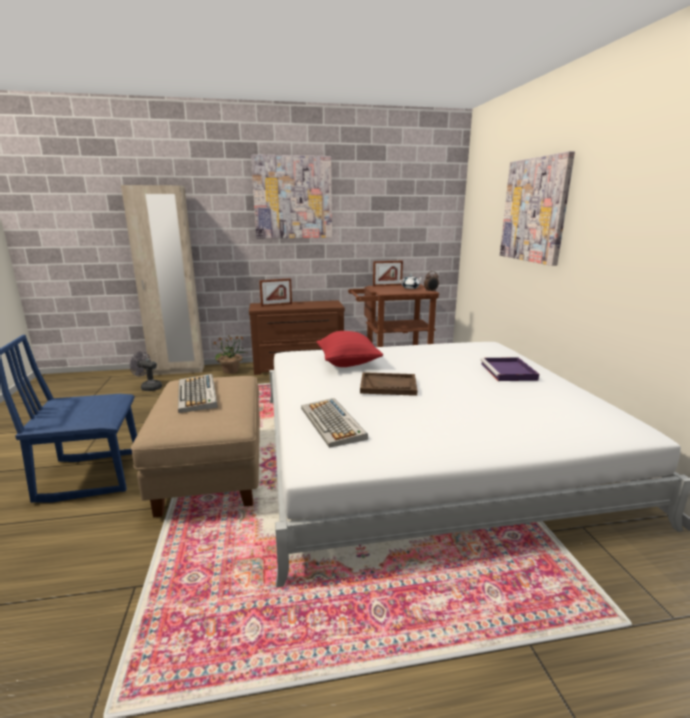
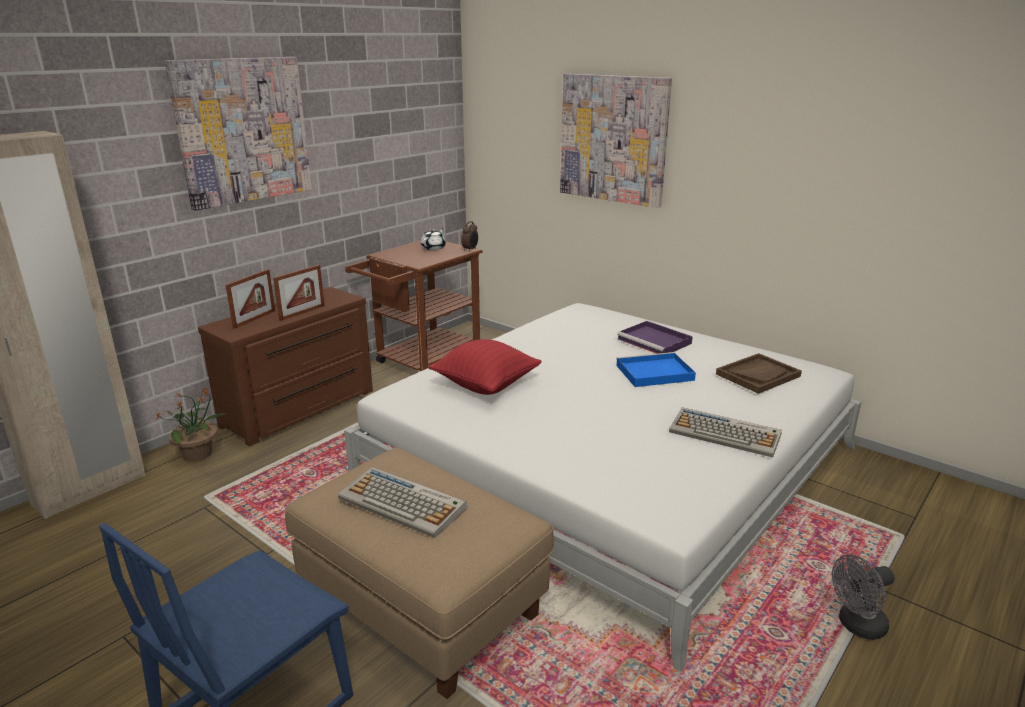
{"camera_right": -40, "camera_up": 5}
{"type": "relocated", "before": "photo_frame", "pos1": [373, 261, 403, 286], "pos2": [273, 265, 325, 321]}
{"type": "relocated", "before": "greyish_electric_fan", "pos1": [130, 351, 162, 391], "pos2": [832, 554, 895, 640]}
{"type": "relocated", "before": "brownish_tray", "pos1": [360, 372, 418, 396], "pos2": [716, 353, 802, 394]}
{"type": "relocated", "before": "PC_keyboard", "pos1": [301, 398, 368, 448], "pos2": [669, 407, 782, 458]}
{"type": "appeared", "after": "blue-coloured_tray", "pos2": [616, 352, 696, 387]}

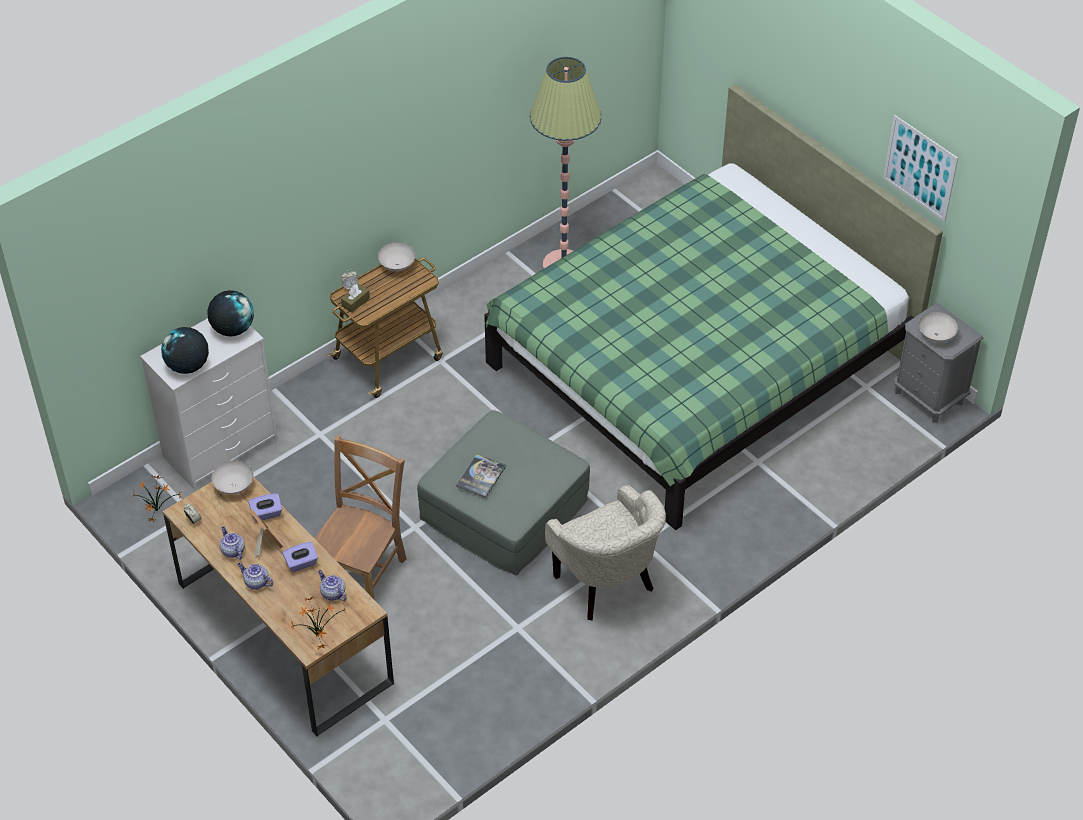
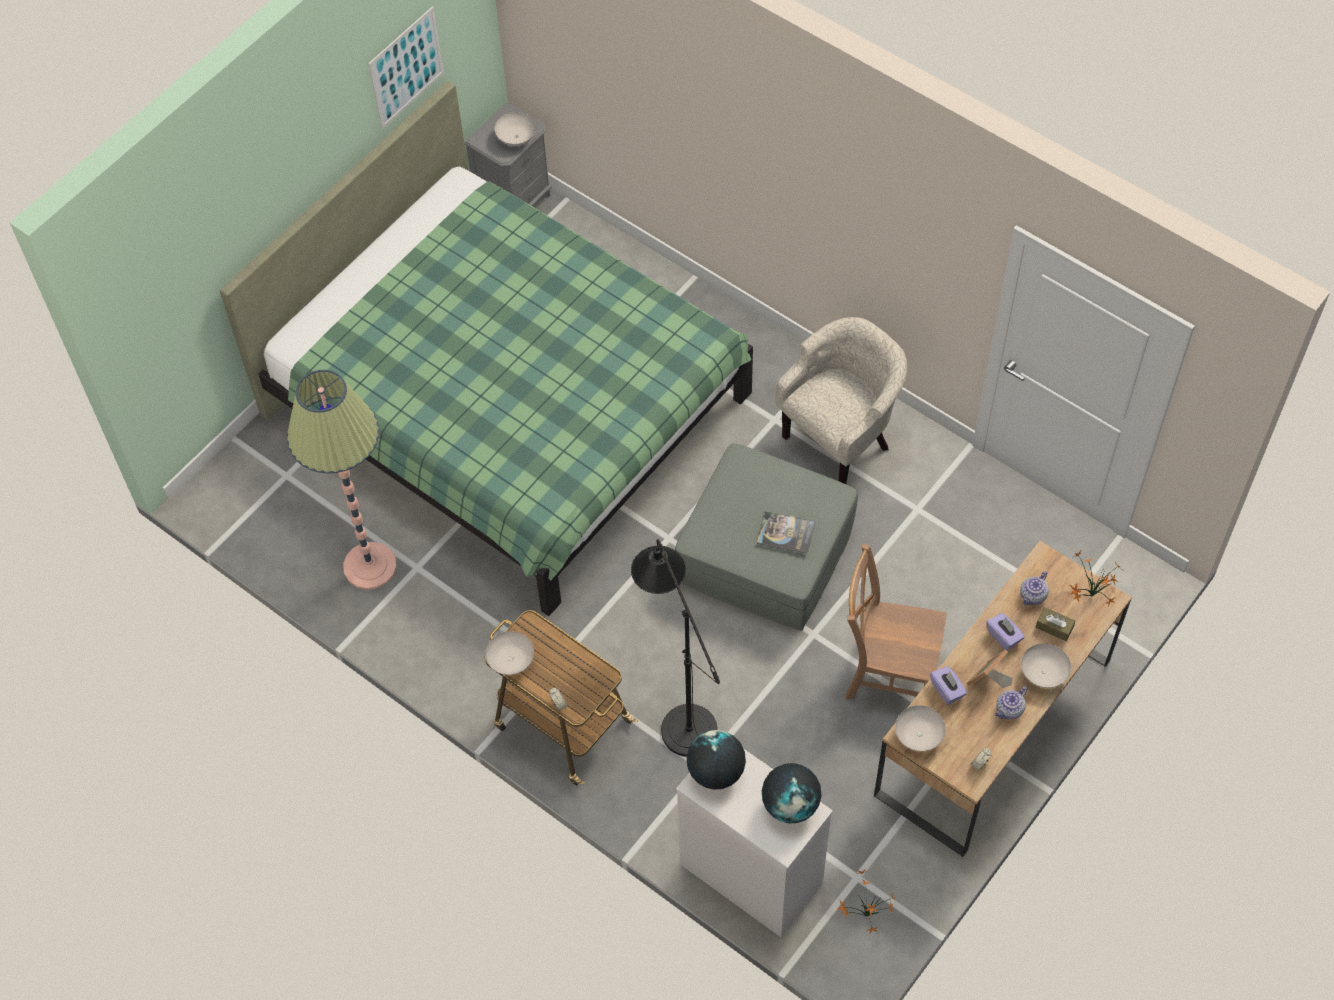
{"camera_right": -100, "camera_up": 10}
{"type": "relocated", "before": "brownish_tissue_box", "pos1": [341, 284, 370, 313], "pos2": [1036, 607, 1075, 641]}
{"type": "exchanged", "before": "pot_for_tea", "after": "whitish_serving_bowl", "pos1": [237, 563, 273, 590], "pos2": [1021, 643, 1071, 688]}
{"type": "appeared", "after": "black-coloured_standard_lamp", "pos2": [631, 539, 720, 757]}

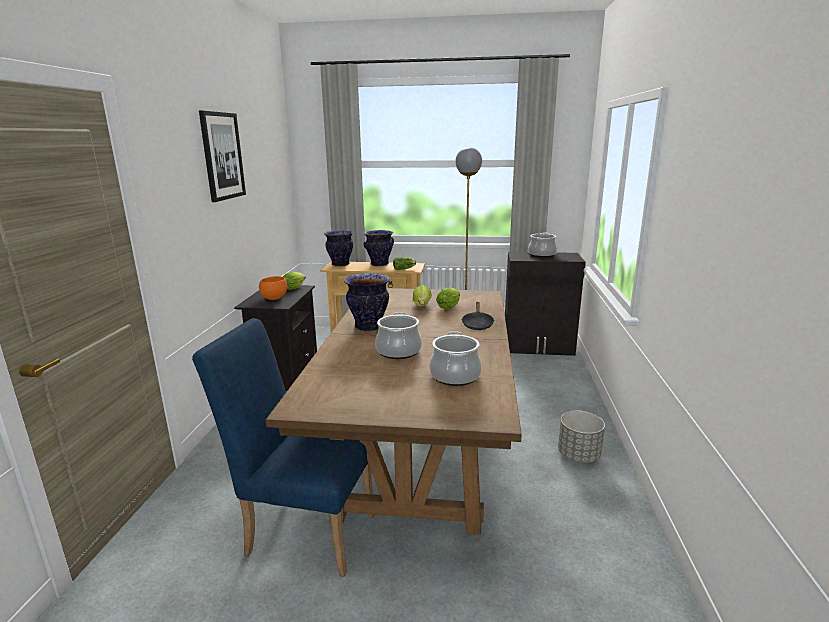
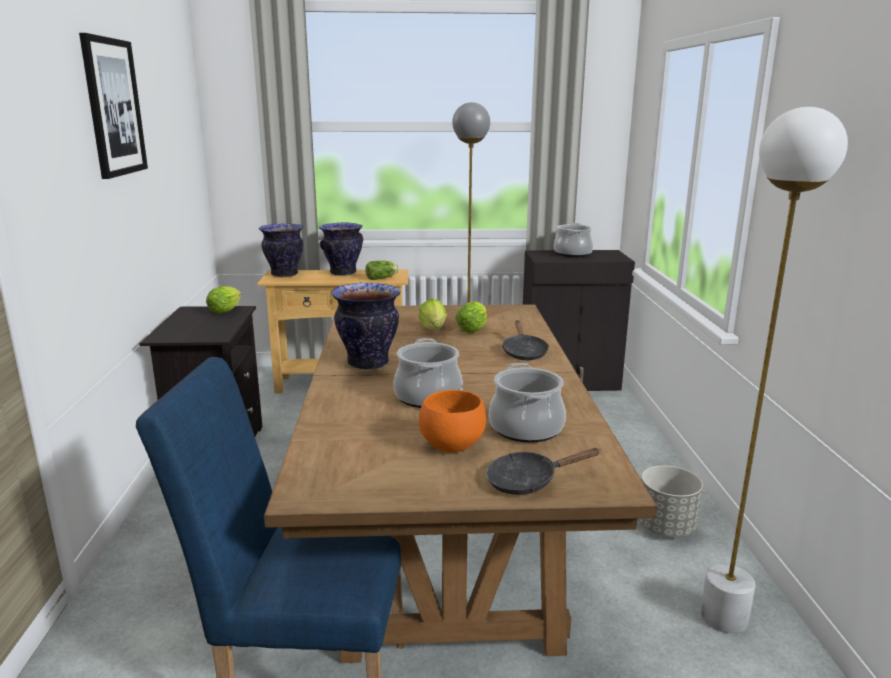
{"camera_right": -10, "camera_up": 0}
{"type": "relocated", "before": "orangey_serving_bowl", "pos1": [259, 276, 287, 300], "pos2": [419, 390, 486, 452]}
{"type": "appeared", "after": "whitish_standard_lamp", "pos2": [700, 107, 848, 633]}
{"type": "appeared", "after": "black-coloured_pan", "pos2": [486, 448, 601, 495]}

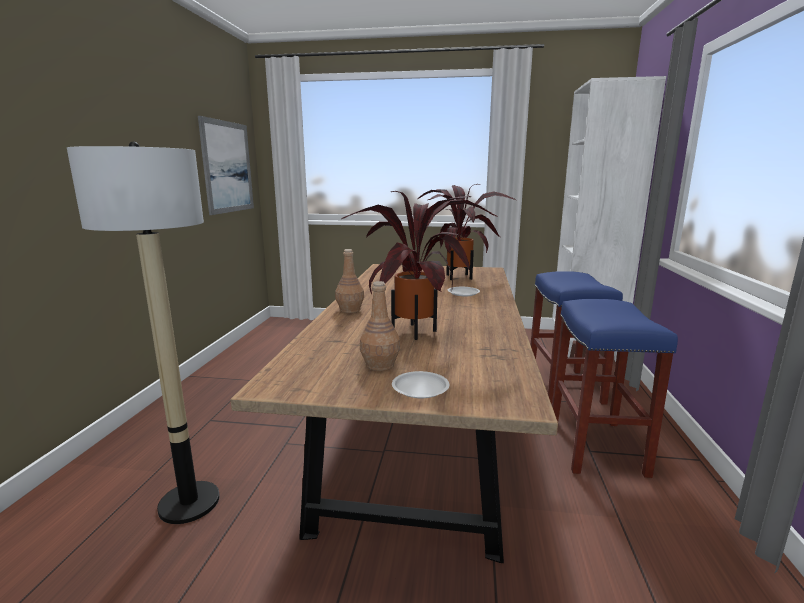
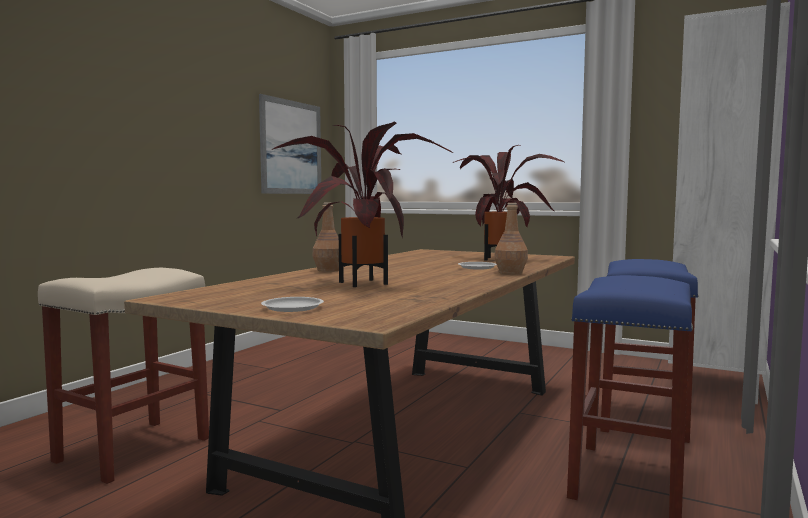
{"camera_right": 20, "camera_up": -10}
{"type": "exchanged", "before": "standard_lamp", "after": "sand-coloured_stool_seat", "pos1": [67, 142, 220, 524], "pos2": [38, 268, 209, 484]}
{"type": "relocated", "before": "brownish_drink_bottle", "pos1": [360, 281, 400, 371], "pos2": [494, 203, 528, 275]}

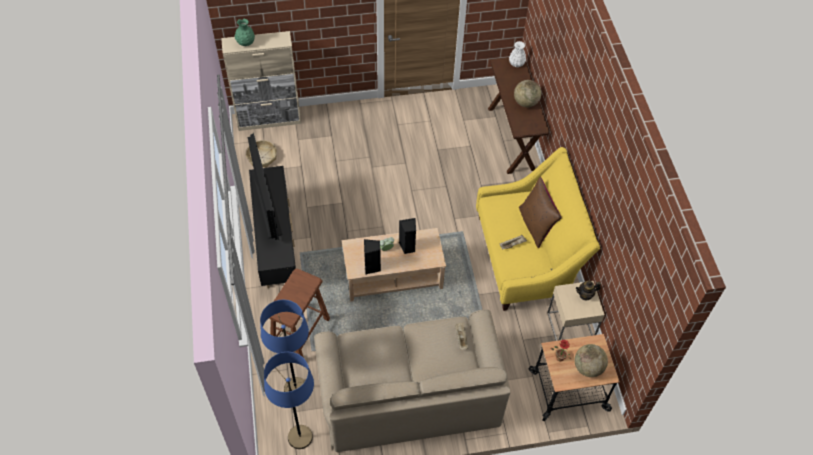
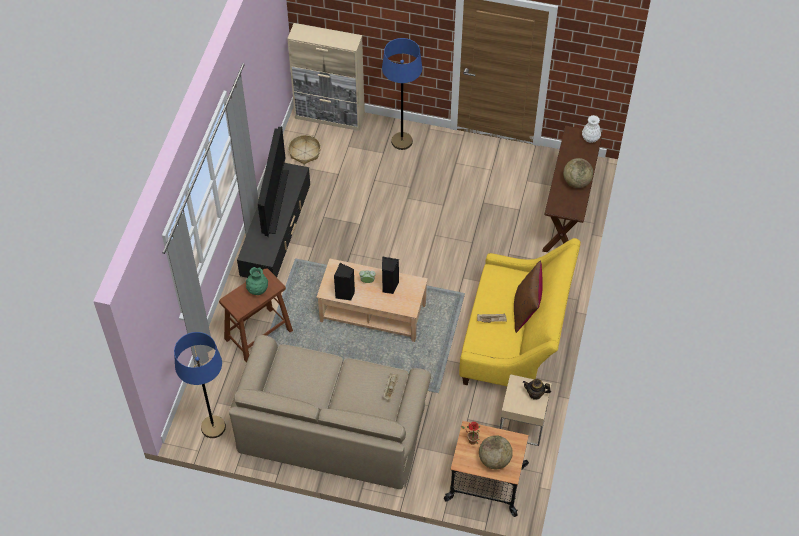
{"camera_right": 25, "camera_up": 0}
{"type": "relocated", "before": "green_flower_vase", "pos1": [235, 18, 255, 46], "pos2": [246, 267, 268, 295]}
{"type": "relocated", "before": "blue-coloured_standard_lamp", "pos1": [260, 300, 309, 392], "pos2": [382, 38, 422, 150]}

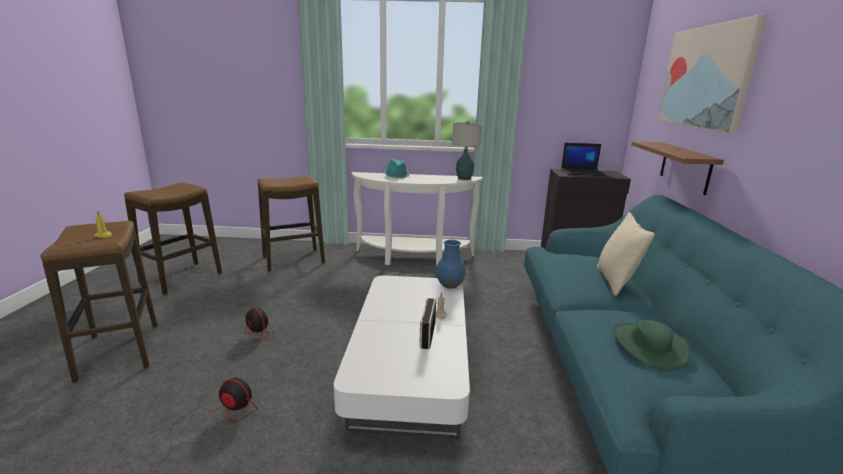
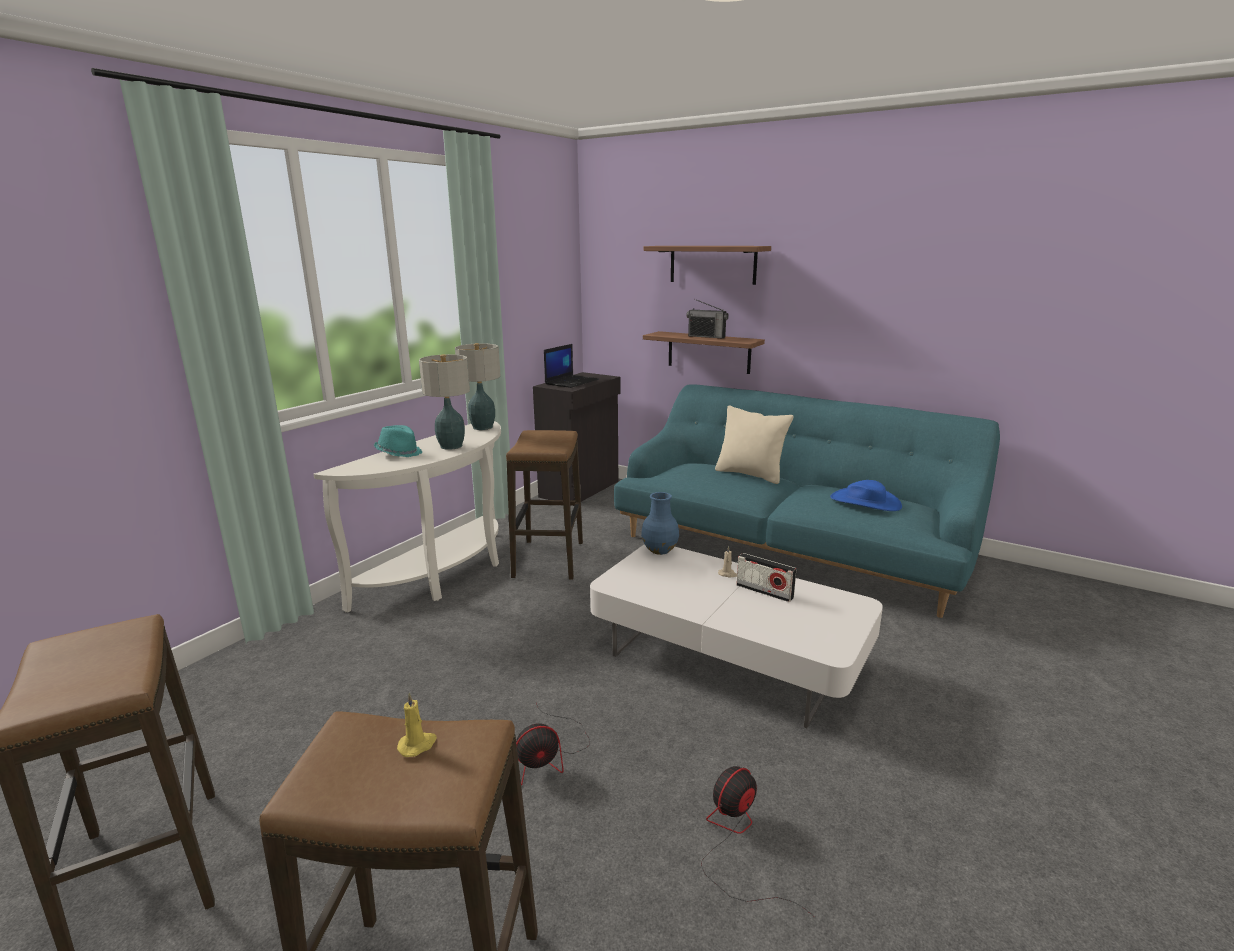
{"camera_right": -60, "camera_up": 0}
{"type": "exchanged", "before": "wall_art", "after": "shelf", "pos1": [658, 15, 767, 133], "pos2": [644, 246, 771, 285]}
{"type": "relocated", "before": "stool_seat", "pos1": [257, 175, 325, 272], "pos2": [506, 430, 583, 580]}
{"type": "colour", "before": "green_hat", "after": "blue-coloured_hat", "pos1": [613, 320, 690, 371], "pos2": [830, 480, 902, 511]}
{"type": "appeared", "after": "radio_receiver", "pos2": [687, 299, 729, 338]}
{"type": "appeared", "after": "table_lamp", "pos2": [419, 354, 470, 450]}

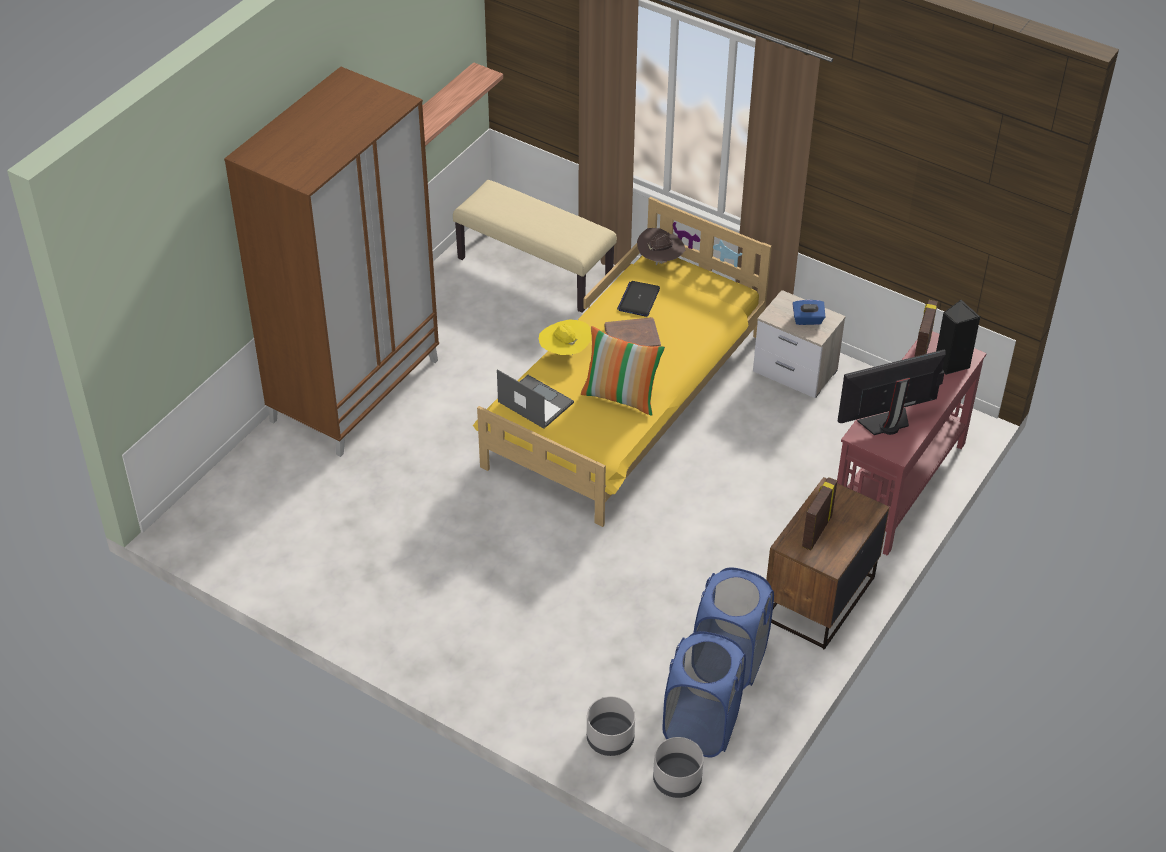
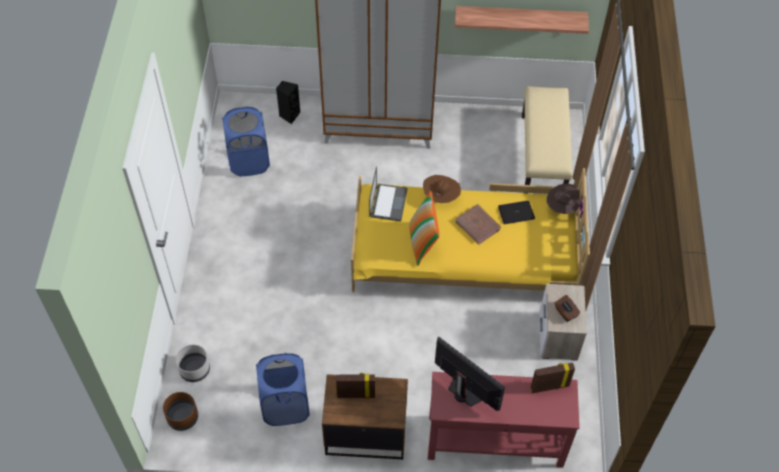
{"camera_right": 60, "camera_up": 10}
{"type": "colour", "before": "blue-coloured_tissue_box", "after": "brownish_tissue_box", "pos1": [793, 300, 825, 325], "pos2": [555, 295, 580, 322]}
{"type": "relocated", "before": "black-coloured_audio_speaker", "pos1": [936, 300, 980, 375], "pos2": [276, 81, 300, 124]}
{"type": "colour", "before": "yellow_hat", "after": "brownish_hat", "pos1": [539, 319, 591, 355], "pos2": [423, 175, 461, 203]}
{"type": "relocated", "before": "blue-coloured_laundry_basket", "pos1": [663, 631, 746, 757], "pos2": [222, 107, 270, 176]}
{"type": "colour", "before": "greyish_planter", "after": "brownish_planter", "pos1": [653, 737, 704, 798], "pos2": [163, 392, 198, 431]}

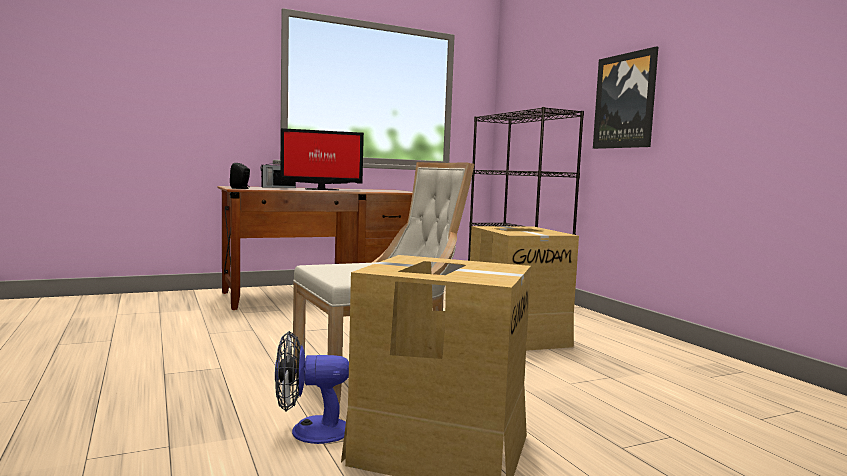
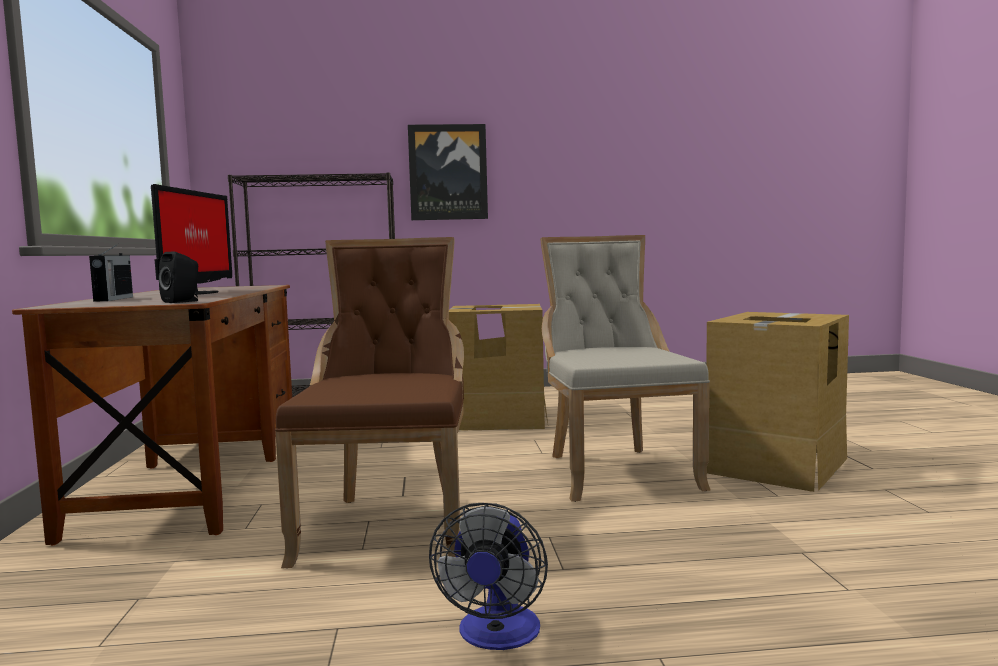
{"camera_right": -70, "camera_up": 0}
{"type": "relocated", "before": "electric_fan", "pos1": [275, 331, 349, 444], "pos2": [429, 503, 548, 650]}
{"type": "appeared", "after": "brownish_upright_chair", "pos2": [275, 237, 464, 568]}

